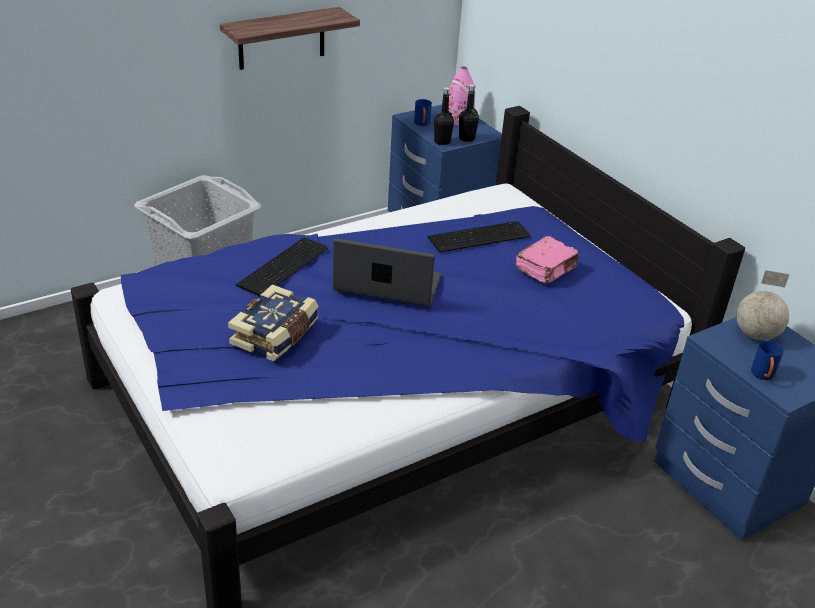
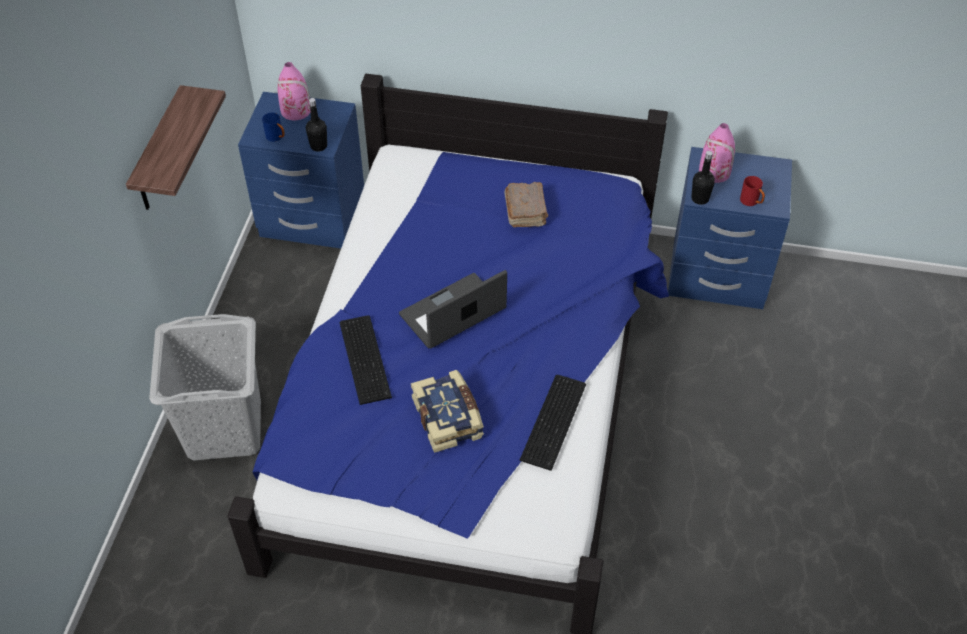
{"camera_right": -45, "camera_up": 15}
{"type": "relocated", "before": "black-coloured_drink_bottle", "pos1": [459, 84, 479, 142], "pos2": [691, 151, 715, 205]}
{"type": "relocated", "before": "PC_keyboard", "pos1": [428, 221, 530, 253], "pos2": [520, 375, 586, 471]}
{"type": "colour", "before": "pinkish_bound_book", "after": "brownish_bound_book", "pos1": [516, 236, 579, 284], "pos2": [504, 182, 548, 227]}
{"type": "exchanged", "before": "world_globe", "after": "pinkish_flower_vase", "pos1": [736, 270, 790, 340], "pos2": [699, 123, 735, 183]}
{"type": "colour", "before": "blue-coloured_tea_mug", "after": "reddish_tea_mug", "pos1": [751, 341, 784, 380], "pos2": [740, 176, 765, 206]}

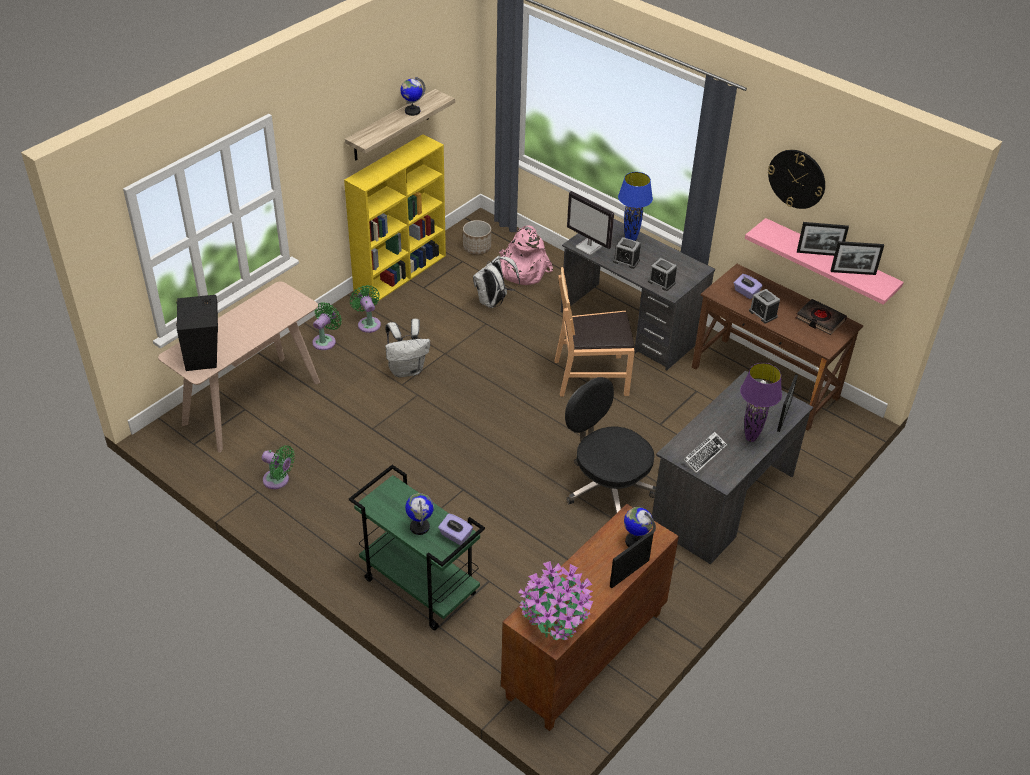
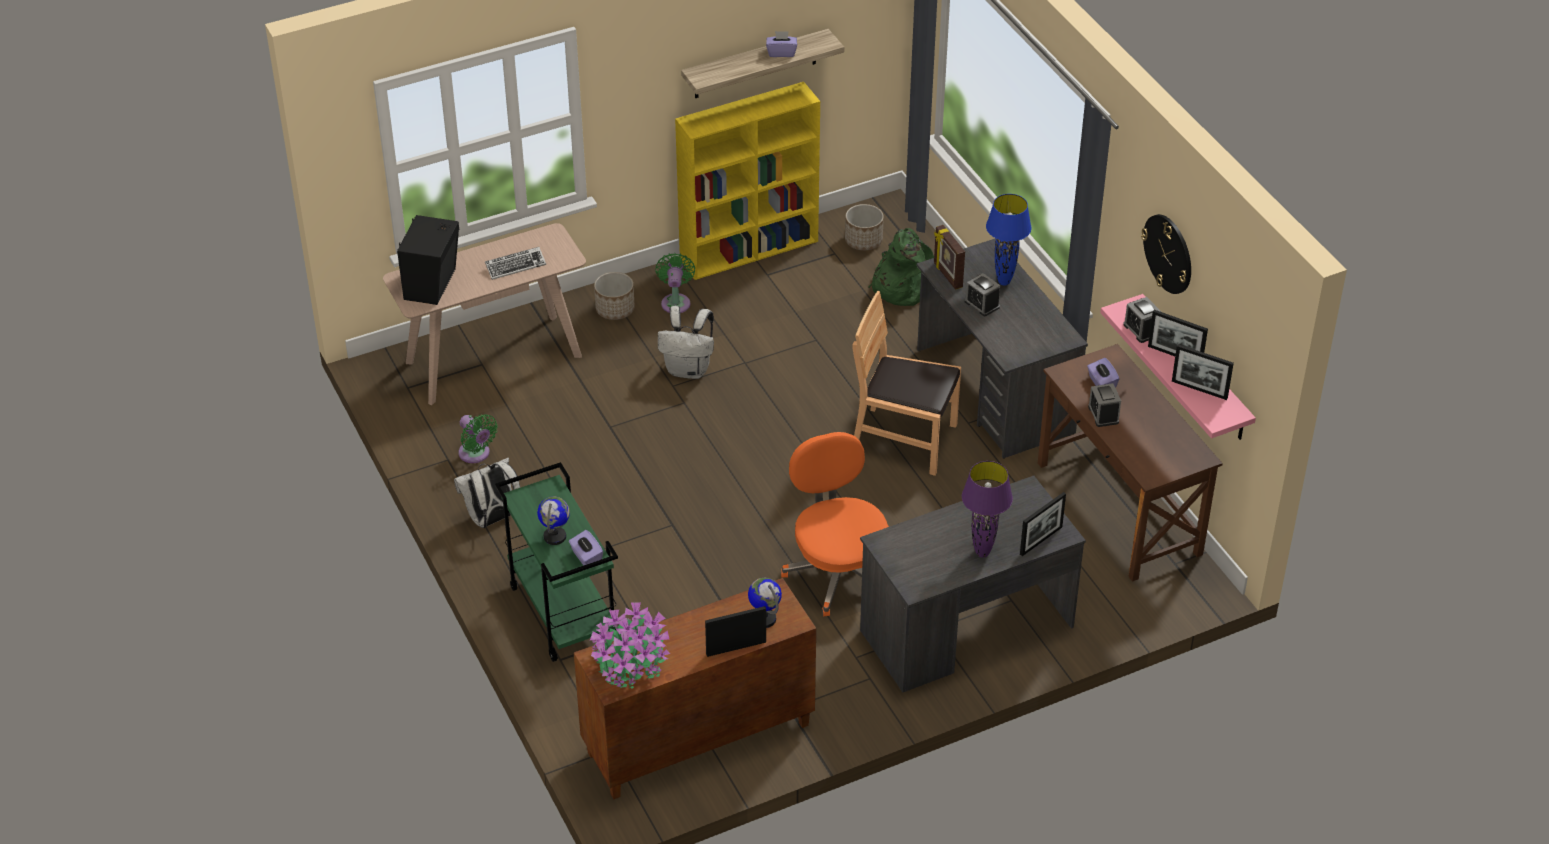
{"camera_right": 25, "camera_up": 0}
{"type": "exchanged", "before": "world_globe", "after": "purple_tissue_box", "pos1": [401, 77, 425, 116], "pos2": [766, 31, 797, 57]}
{"type": "exchanged", "before": "computer_display", "after": "photo_frame", "pos1": [567, 191, 614, 255], "pos2": [934, 225, 965, 290]}
{"type": "colour", "before": "pinkish_backpack", "after": "green_backpack", "pos1": [499, 225, 553, 285], "pos2": [869, 228, 934, 306]}
{"type": "relocated", "before": "whitish_backpack", "pos1": [473, 255, 520, 308], "pos2": [454, 458, 520, 528]}
{"type": "relocated", "before": "alarm_clock", "pos1": [648, 258, 677, 291], "pos2": [1123, 297, 1161, 343]}
{"type": "missing", "before": "black-coloured_bound_book", "pos1": [796, 299, 847, 335]}
{"type": "exchanged", "before": "green_electric_fan", "after": "planter", "pos1": [312, 302, 342, 350], "pos2": [594, 272, 635, 320]}
{"type": "colour", "before": "black-coloured_computer_chair", "after": "orangey_computer_chair", "pos1": [565, 377, 656, 513], "pos2": [781, 432, 889, 617]}
{"type": "relocated", "before": "PC_keyboard", "pos1": [683, 432, 727, 474], "pos2": [485, 247, 546, 280]}

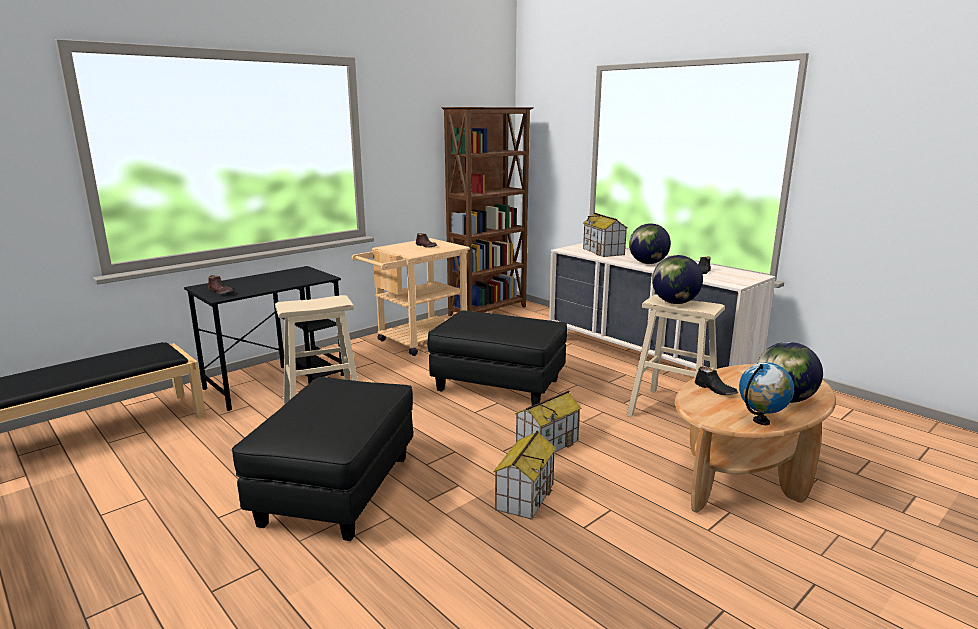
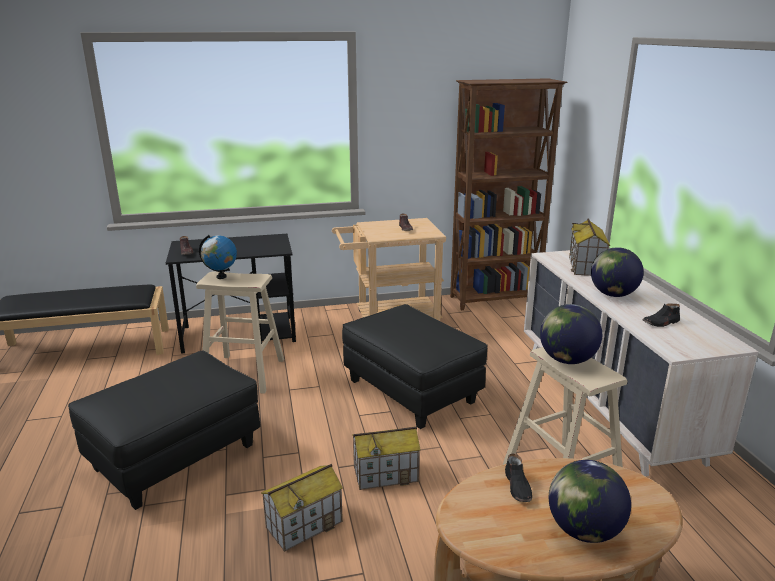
{"camera_right": 30, "camera_up": 5}
{"type": "relocated", "before": "world_globe", "pos1": [739, 362, 794, 425], "pos2": [199, 235, 237, 279]}

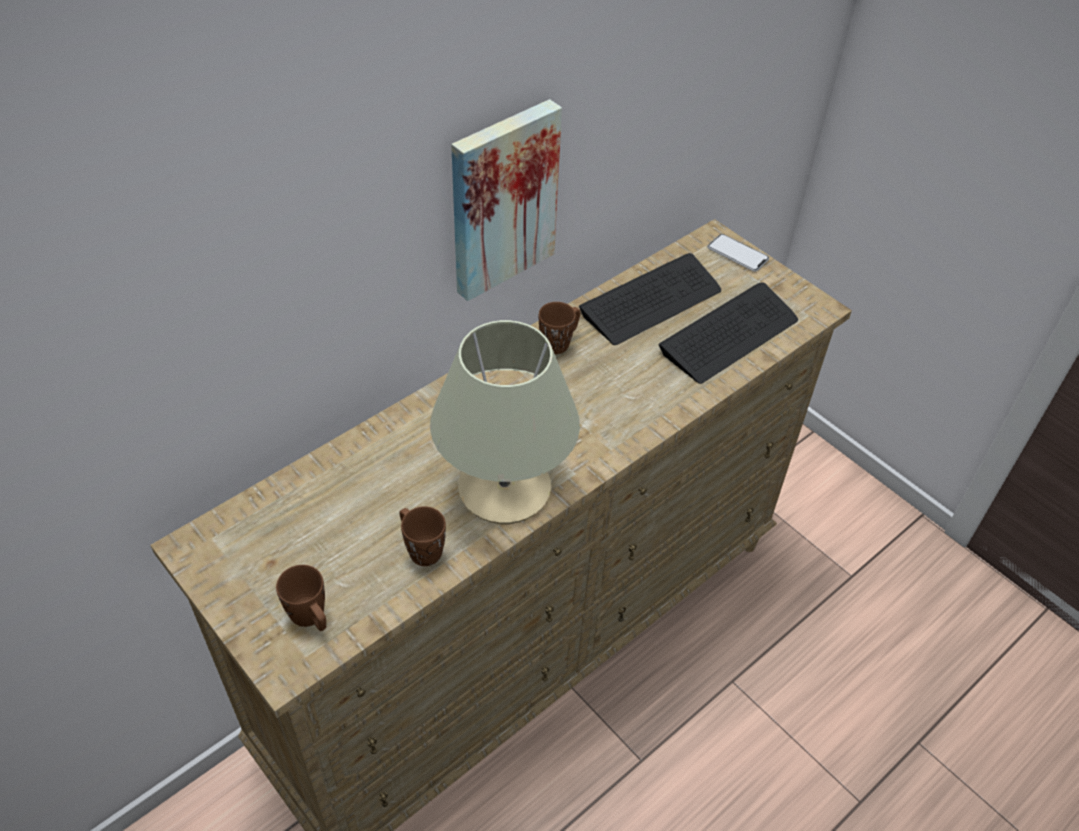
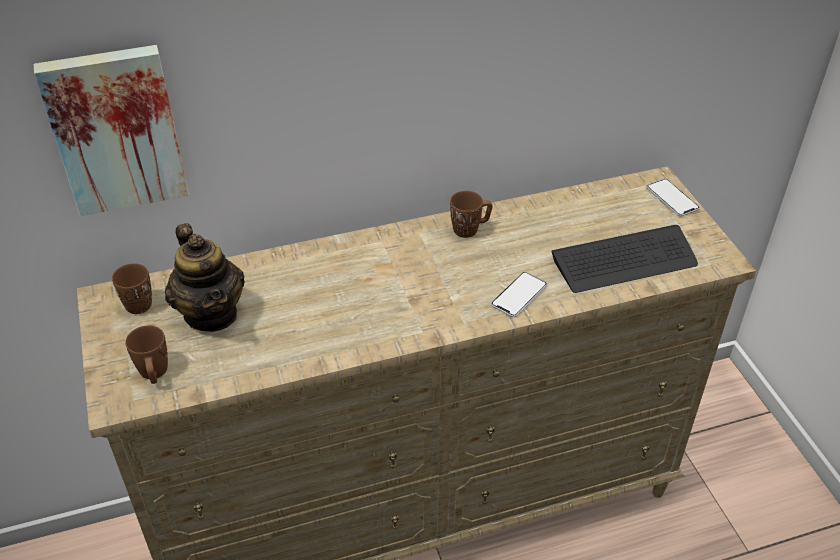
{"camera_right": 25, "camera_up": -5}
{"type": "relocated", "before": "wall_art", "pos1": [451, 99, 562, 301], "pos2": [34, 45, 189, 216]}
{"type": "missing", "before": "PC_keyboard", "pos1": [579, 253, 721, 345]}
{"type": "missing", "before": "sand-coloured_table_lamp", "pos1": [430, 320, 580, 524]}
{"type": "relocated", "before": "brownish_tea_mug", "pos1": [399, 506, 446, 566], "pos2": [112, 263, 152, 314]}
{"type": "appeared", "after": "pot_for_tea", "pos2": [165, 223, 245, 332]}
{"type": "appeared", "after": "handset", "pos2": [491, 272, 547, 317]}

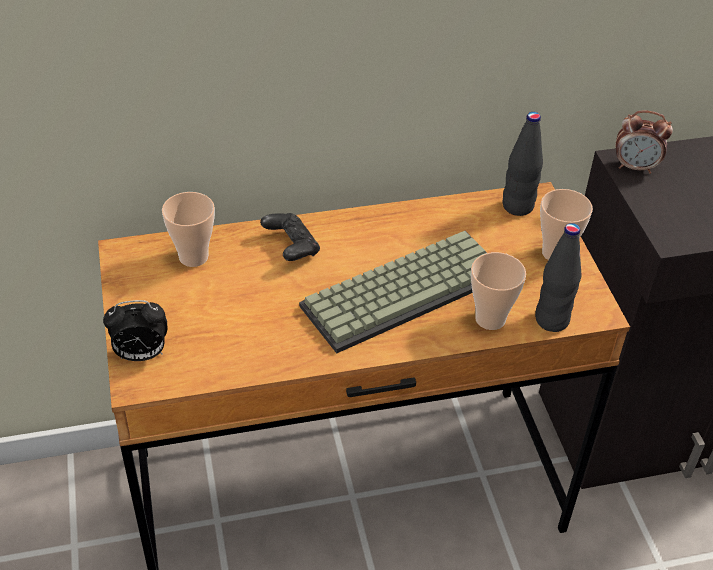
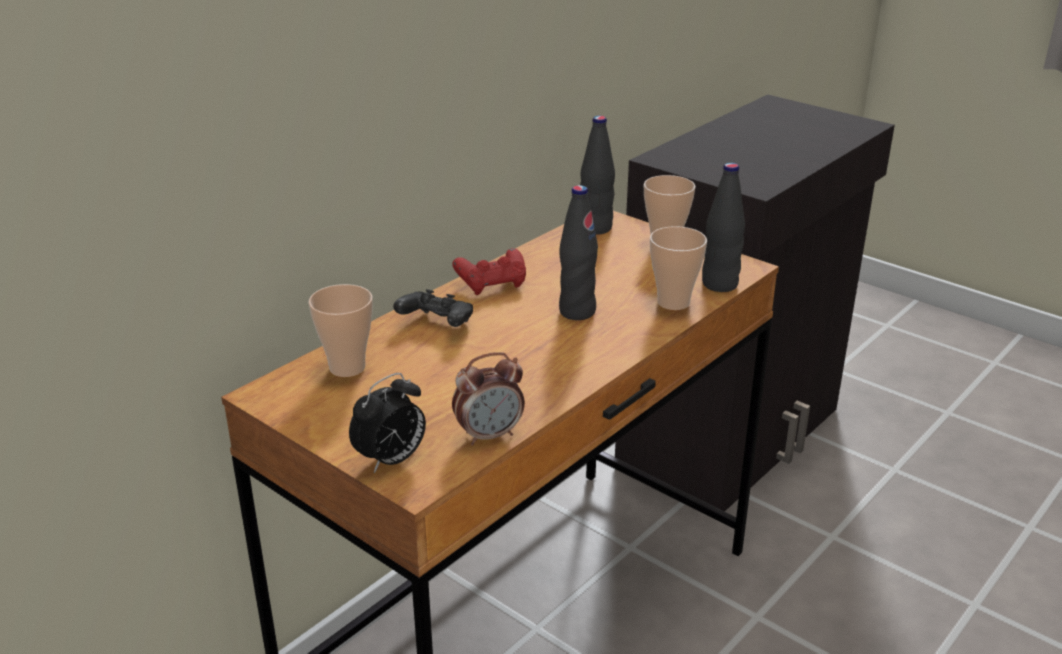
{"camera_right": -35, "camera_up": -15}
{"type": "relocated", "before": "alarm_clock", "pos1": [616, 111, 673, 174], "pos2": [452, 352, 525, 446]}
{"type": "exchanged", "before": "PC_keyboard", "after": "black-coloured_drink_bottle", "pos1": [299, 231, 487, 353], "pos2": [559, 185, 598, 320]}
{"type": "appeared", "after": "reddish_gamepad", "pos2": [452, 248, 526, 295]}

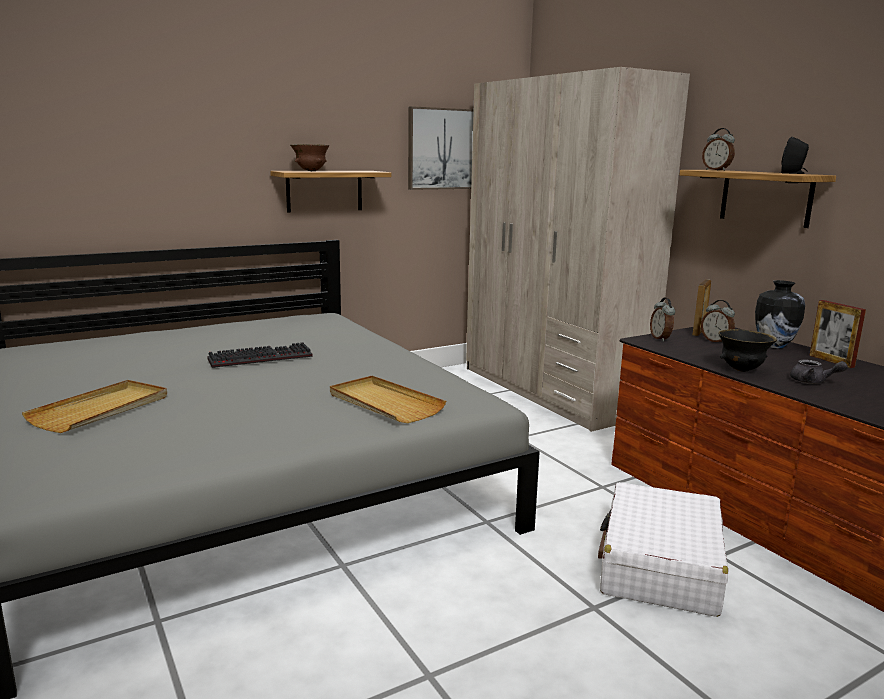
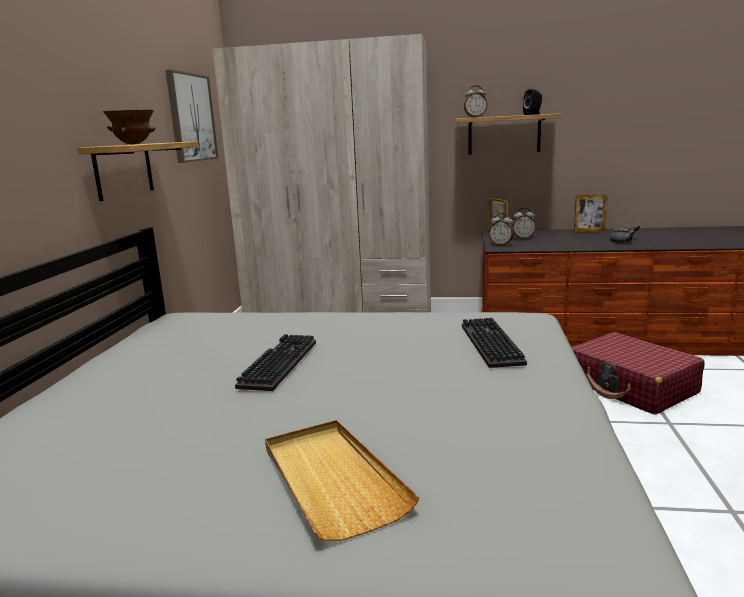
{"camera_right": -50, "camera_up": 0}
{"type": "missing", "before": "flower_vase", "pos1": [755, 280, 805, 349]}
{"type": "missing", "before": "black-coloured_serving_bowl", "pos1": [718, 329, 777, 372]}
{"type": "exchanged", "before": "sand-coloured_tray", "after": "PC_keyboard", "pos1": [330, 376, 446, 423], "pos2": [462, 318, 527, 368]}
{"type": "colour", "before": "whitish_piece_of_luggage", "after": "reddish_piece_of_luggage", "pos1": [598, 482, 728, 617], "pos2": [571, 332, 705, 415]}

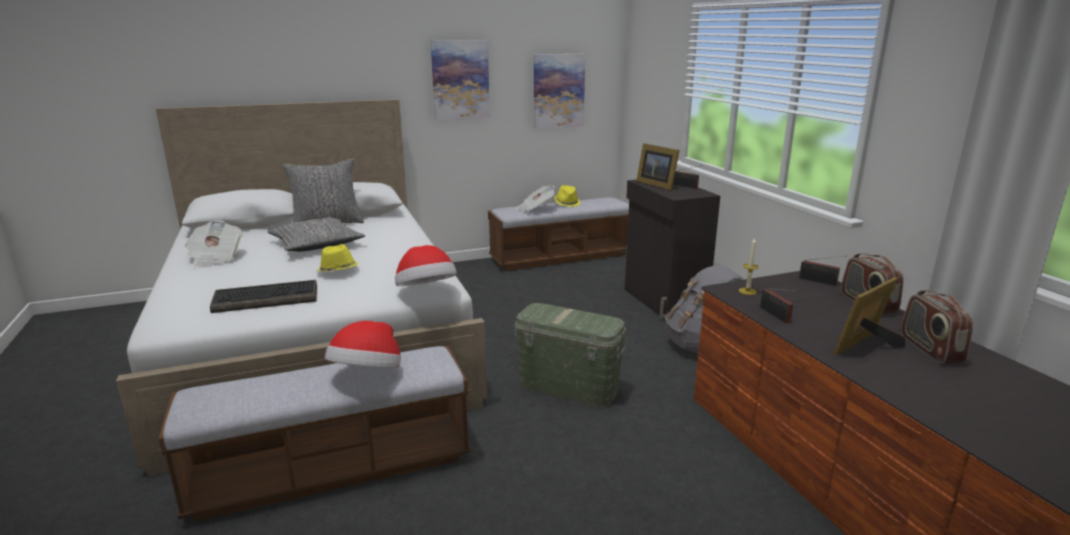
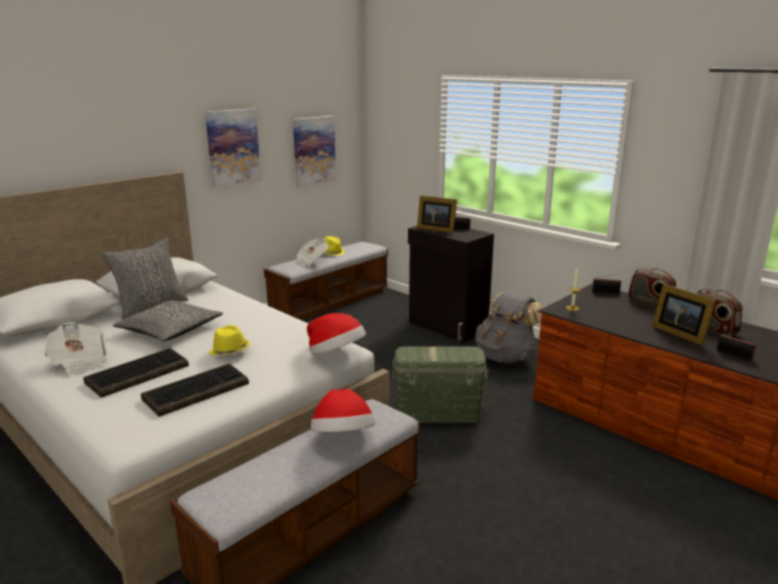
{"camera_right": -25, "camera_up": 0}
{"type": "spun", "before": "photo_frame", "pos1": [834, 277, 905, 355], "pos2": [652, 284, 716, 346], "turn": -60}
{"type": "relocated", "before": "radio_receiver", "pos1": [760, 289, 798, 323], "pos2": [716, 334, 763, 361]}
{"type": "appeared", "after": "PC_keyboard", "pos2": [83, 348, 189, 398]}

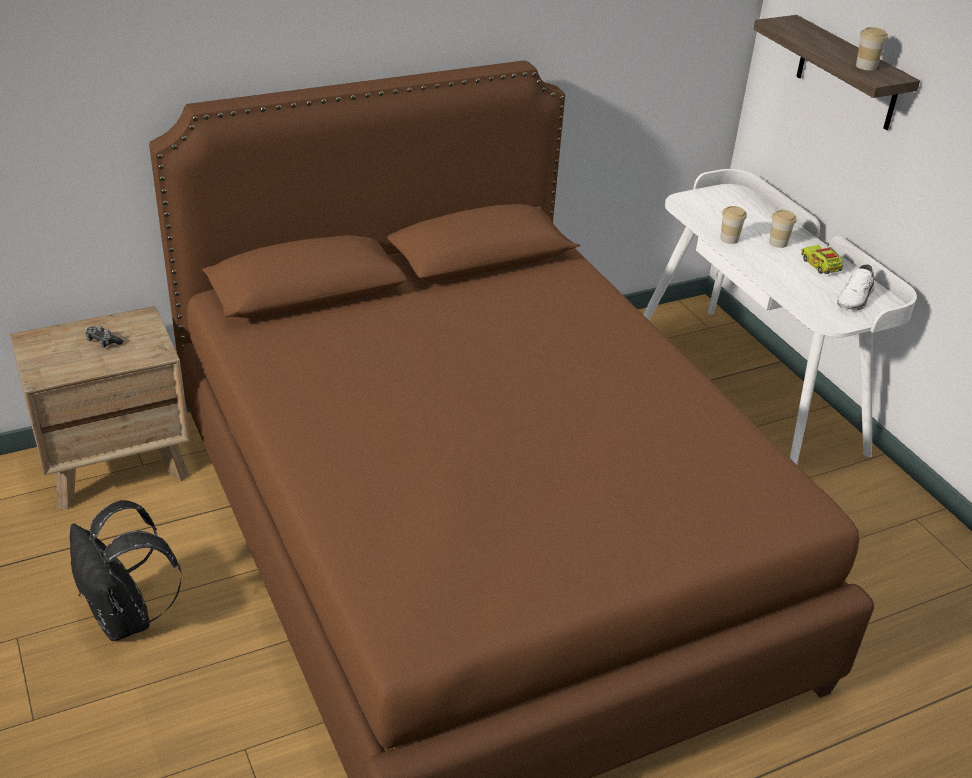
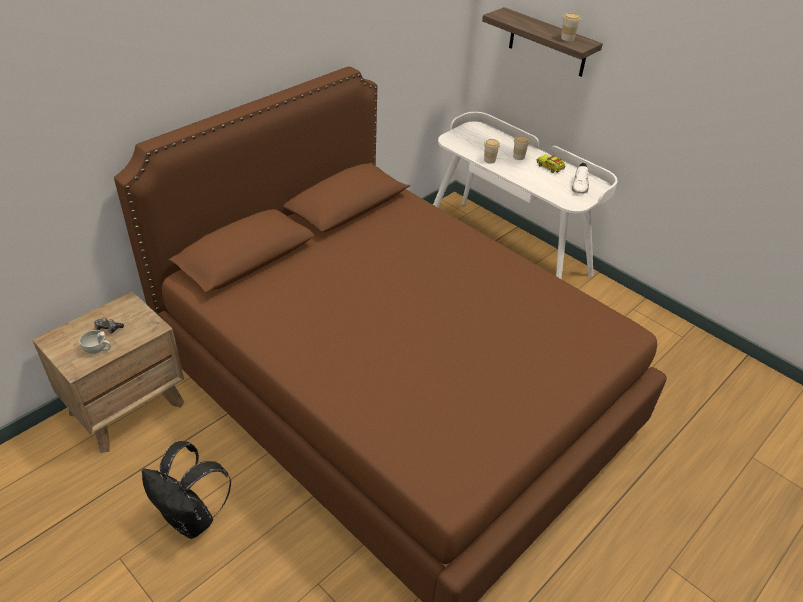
{"camera_right": -20, "camera_up": 5}
{"type": "appeared", "after": "whitish_drinking_cup", "pos2": [79, 330, 111, 354]}

